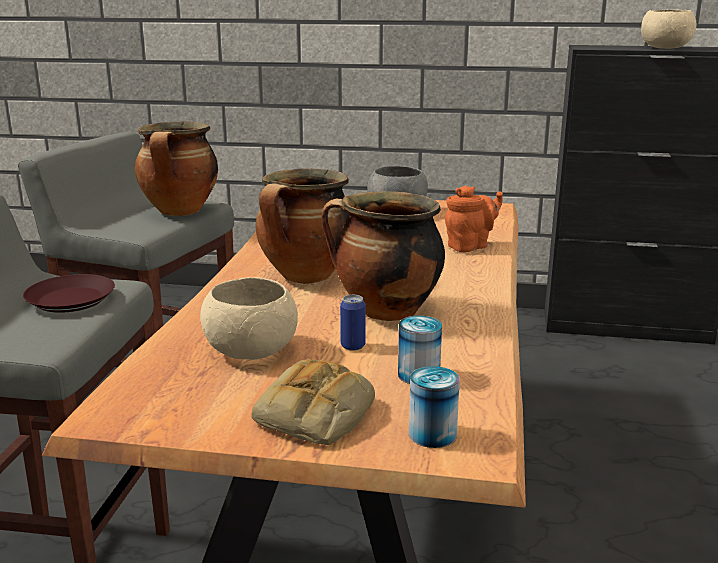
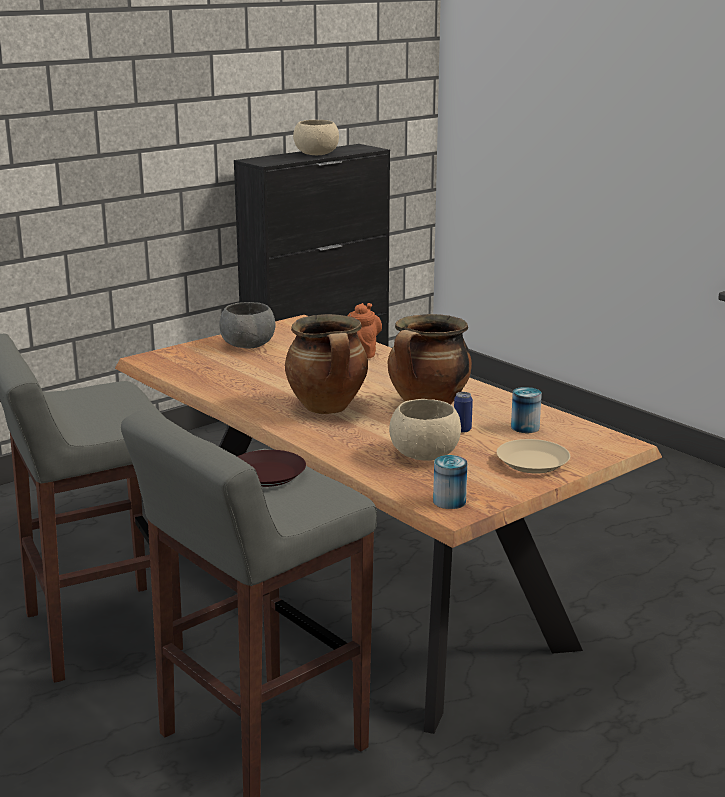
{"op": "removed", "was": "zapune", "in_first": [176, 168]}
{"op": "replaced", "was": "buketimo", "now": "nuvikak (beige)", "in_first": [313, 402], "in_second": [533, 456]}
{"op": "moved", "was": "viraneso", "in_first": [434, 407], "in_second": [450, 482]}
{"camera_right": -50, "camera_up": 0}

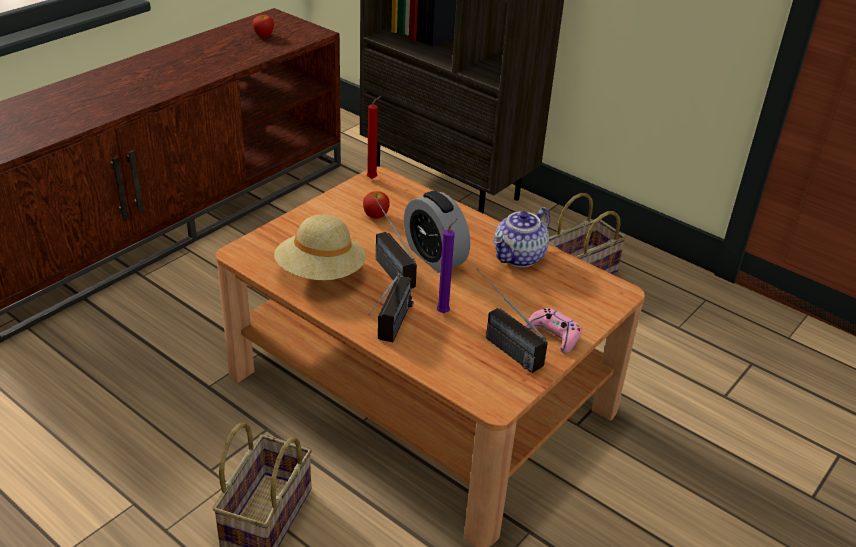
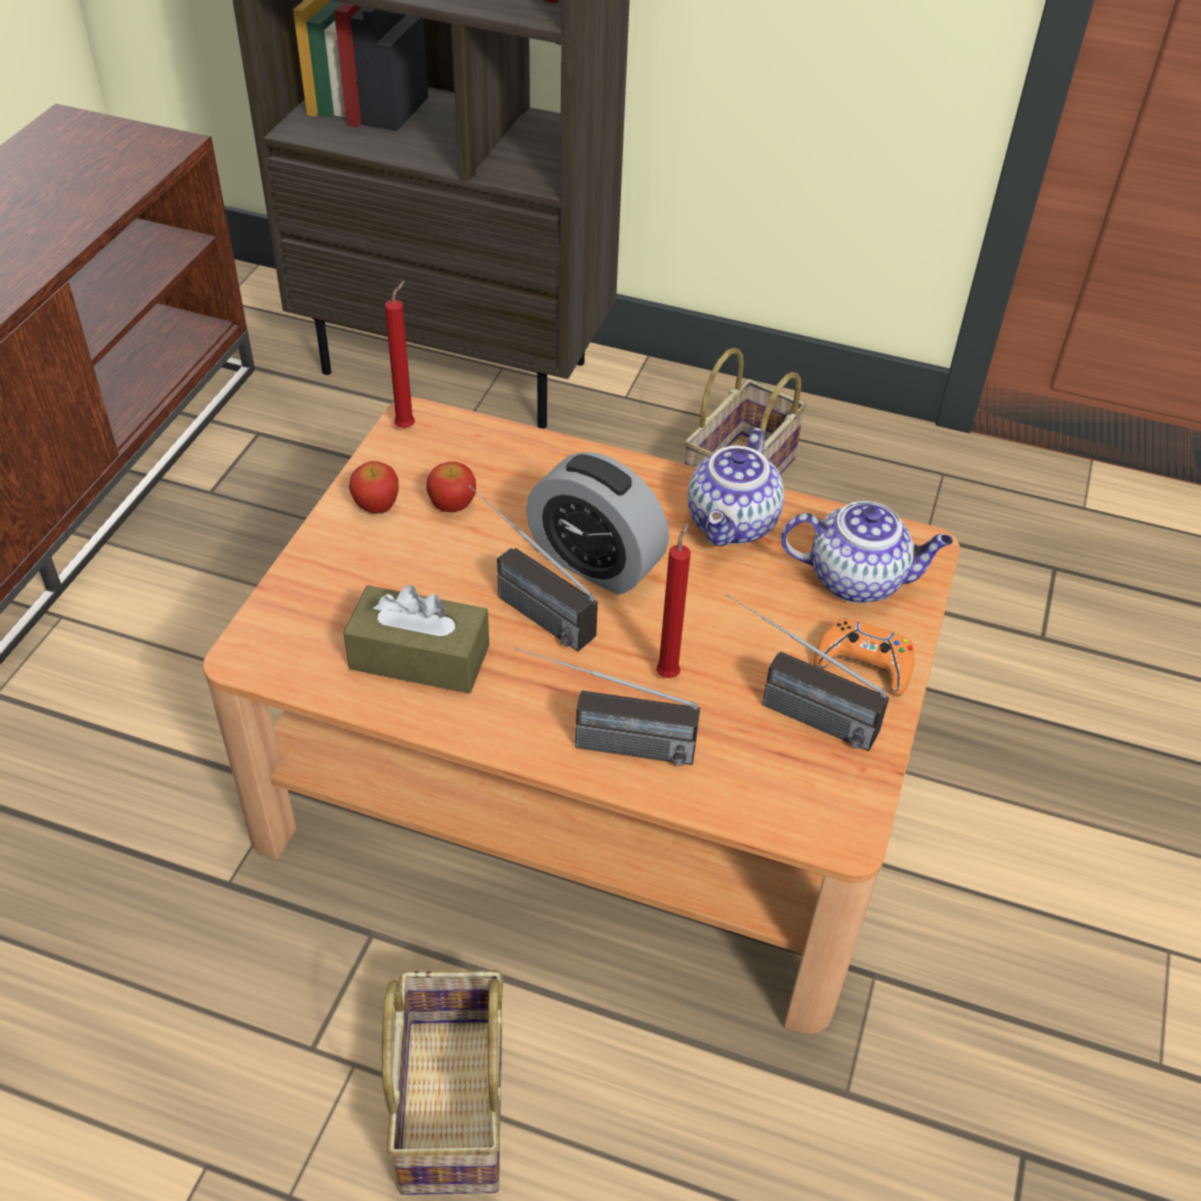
{"op": "moved", "was": "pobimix", "in_first": [263, 26], "in_second": [374, 487]}
{"op": "replaced", "was": "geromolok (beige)", "now": "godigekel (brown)", "in_first": [320, 247], "in_second": [416, 639]}
{"op": "recoloured", "was": "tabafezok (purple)", "now": "tabafezok (red)", "in_first": [447, 265], "in_second": [673, 600]}
{"op": "turned", "was": "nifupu", "in_first": [390, 309], "in_second": [607, 706], "clockwise": 105}
{"op": "recoloured", "was": "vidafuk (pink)", "now": "vidafuk (orange)", "in_first": [553, 330], "in_second": [863, 656]}
{"op": "added", "now": "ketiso", "in_second": [867, 552]}
{"camera_right": -20, "camera_up": 10}

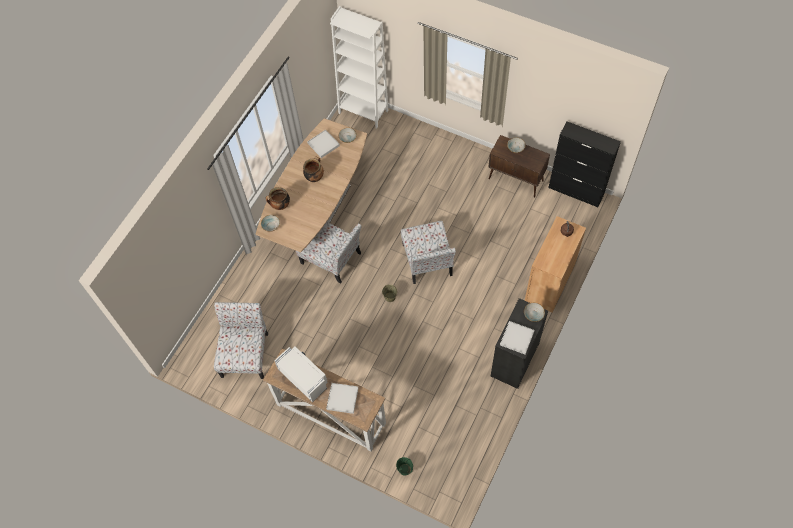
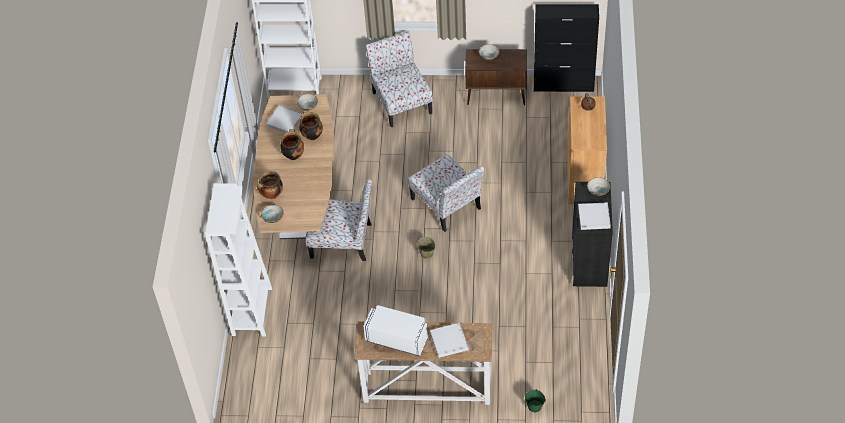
{"op": "moved", "was": "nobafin", "in_first": [241, 340], "in_second": [399, 79]}
{"op": "added", "now": "zapune", "in_second": [311, 125]}
{"op": "added", "now": "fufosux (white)", "in_second": [238, 260]}
{"camera_right": -25, "camera_up": -10}

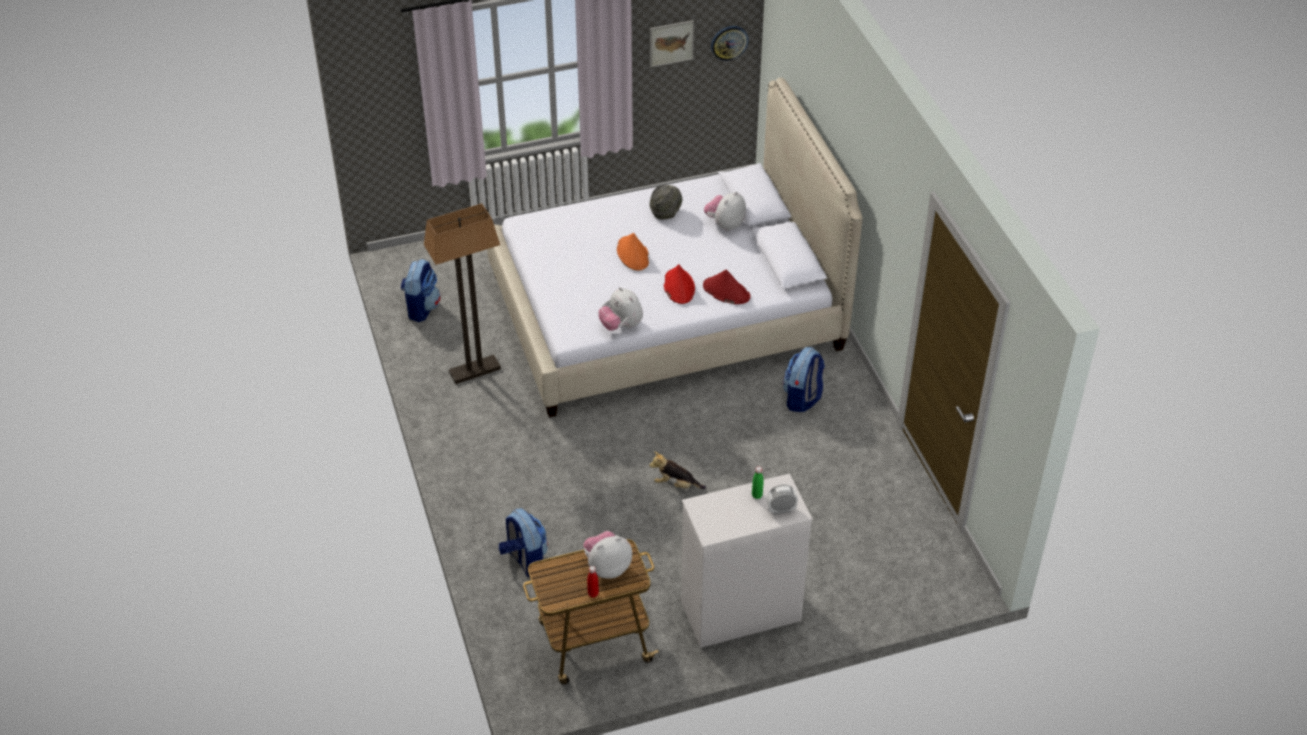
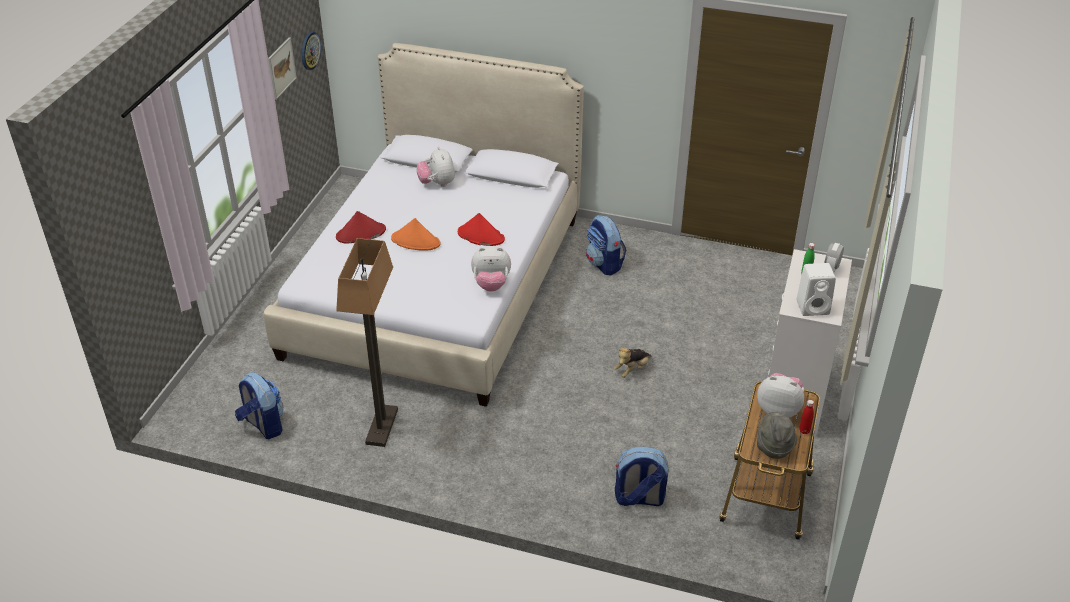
{"op": "moved", "was": "geromolok (grey)", "in_first": [665, 202], "in_second": [777, 435]}
{"op": "moved", "was": "geromolok (red)", "in_first": [726, 287], "in_second": [361, 227]}
{"op": "turned", "was": "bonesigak", "in_first": [607, 555], "in_second": [780, 395], "clockwise": 105}
{"op": "added", "now": "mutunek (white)", "in_second": [816, 289]}
{"camera_right": -55, "camera_up": -5}

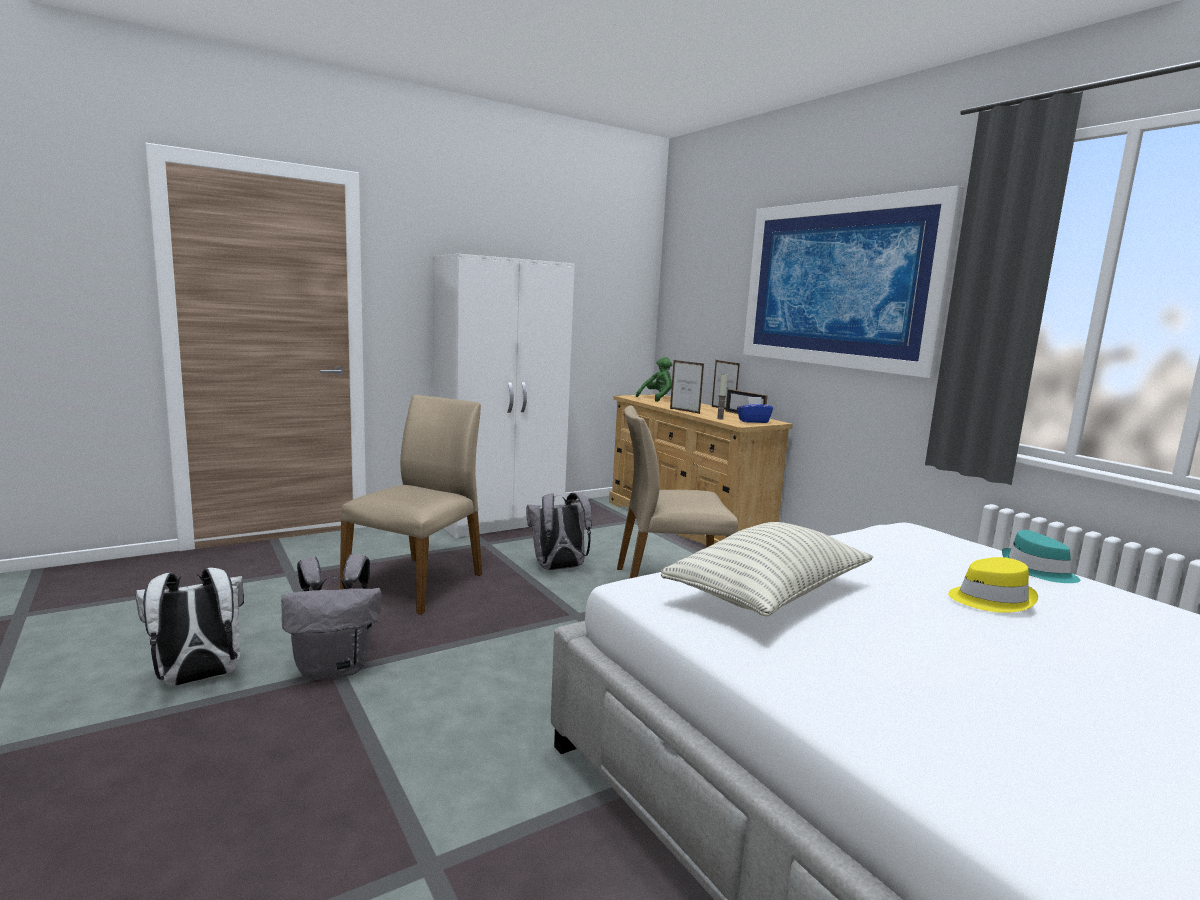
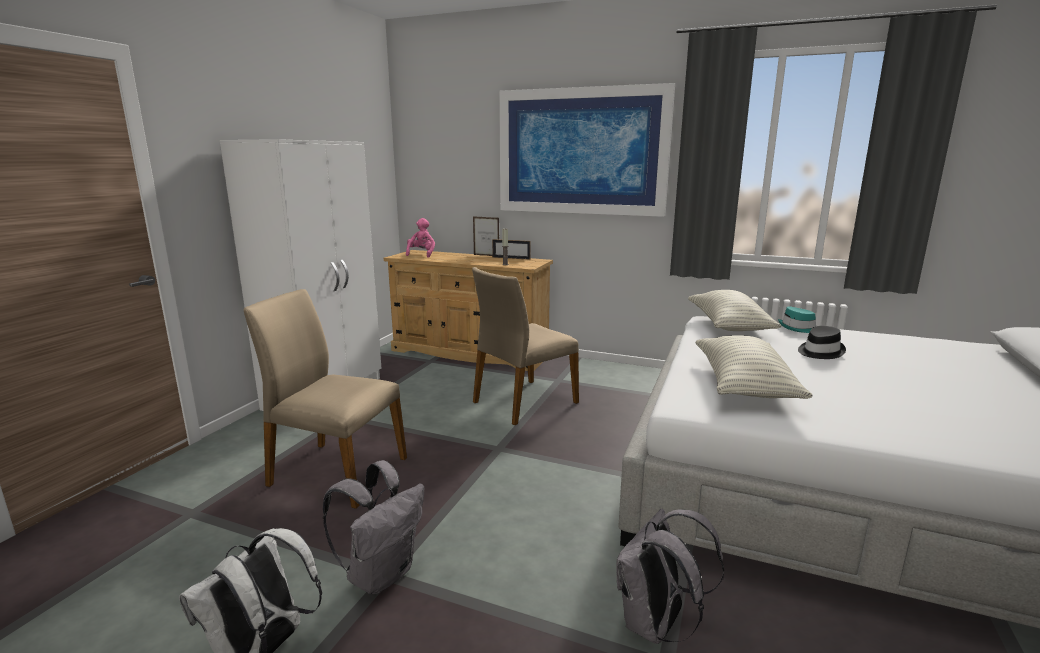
{"op": "recoloured", "was": "bonesigak (green)", "now": "bonesigak (pink)", "in_first": [654, 379], "in_second": [420, 238]}
{"op": "removed", "was": "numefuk", "in_first": [687, 387]}
{"op": "turned", "was": "nobafin (beige)", "in_first": [411, 505], "in_second": [325, 399], "clockwise": -60}
{"op": "removed", "was": "godigekel (blue)", "in_first": [755, 409]}
{"op": "moved", "was": "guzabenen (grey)", "in_first": [559, 531], "in_second": [670, 576]}
{"op": "recoloured", "was": "geromolok (yellow)", "now": "geromolok (black)", "in_first": [993, 585], "in_second": [822, 342]}
{"op": "added", "now": "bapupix", "in_second": [735, 310]}
{"camera_right": -35, "camera_up": 5}

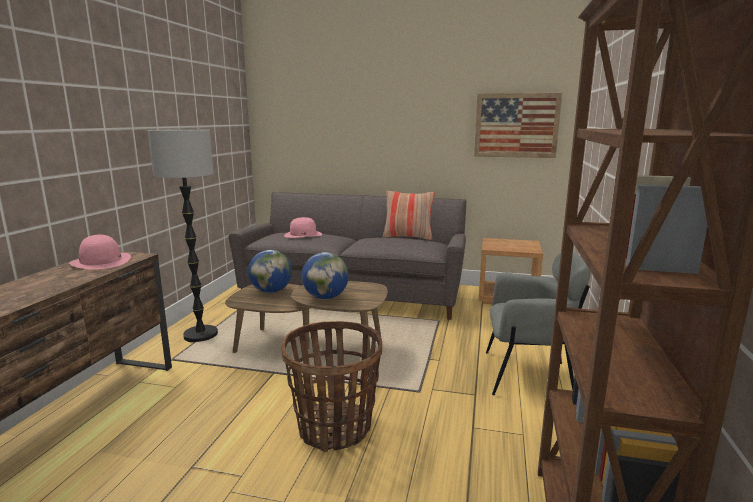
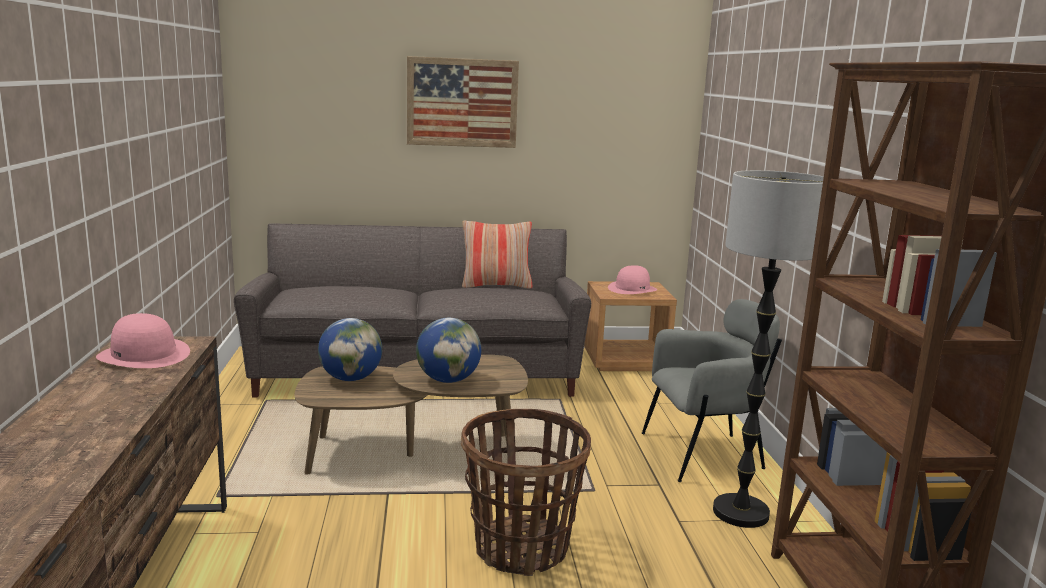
{"op": "moved", "was": "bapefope", "in_first": [518, 125], "in_second": [463, 102]}
{"op": "moved", "was": "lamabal", "in_first": [183, 236], "in_second": [768, 349]}
{"op": "moved", "was": "geromolok (pink)", "in_first": [303, 227], "in_second": [632, 279]}
{"camera_right": -20, "camera_up": 0}

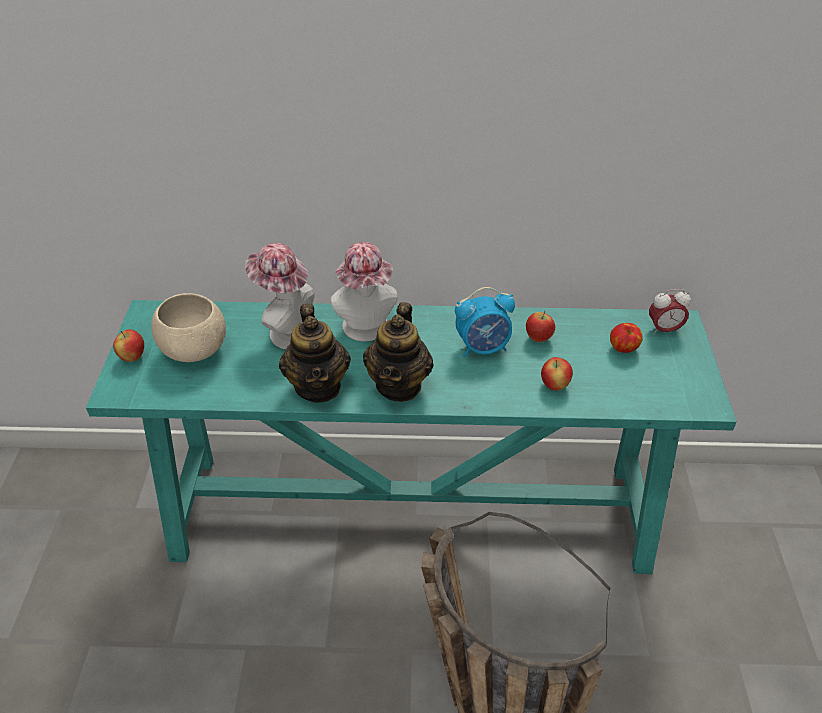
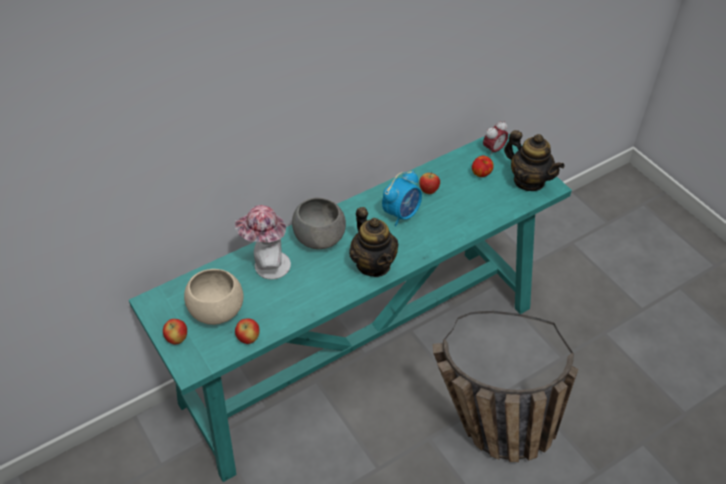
{"op": "replaced", "was": "geromolok", "now": "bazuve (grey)", "in_first": [364, 291], "in_second": [319, 223]}
{"op": "moved", "was": "ketiso", "in_first": [315, 353], "in_second": [534, 160]}
{"op": "moved", "was": "pobimix", "in_first": [557, 374], "in_second": [247, 331]}
{"camera_right": -35, "camera_up": 5}

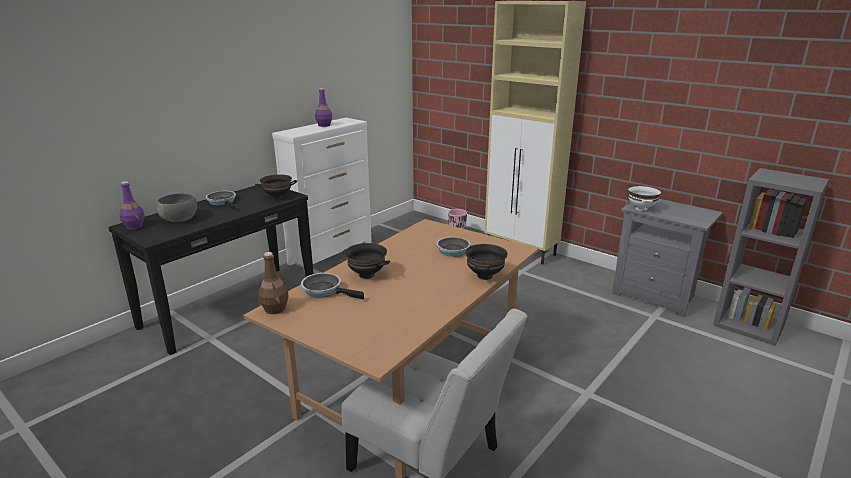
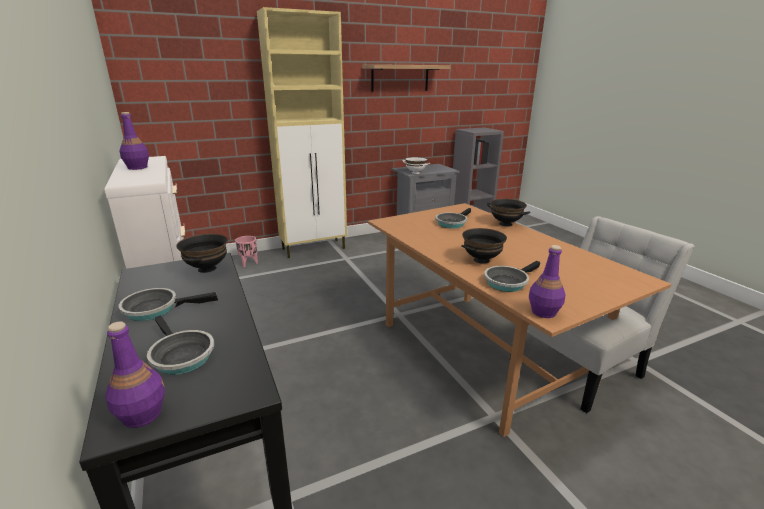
{"op": "replaced", "was": "bazuve (grey)", "now": "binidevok", "in_first": [176, 207], "in_second": [180, 345]}
{"op": "recoloured", "was": "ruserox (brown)", "now": "ruserox (purple)", "in_first": [273, 283], "in_second": [547, 281]}
{"op": "added", "now": "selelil", "in_second": [406, 78]}
{"camera_right": -65, "camera_up": 0}

